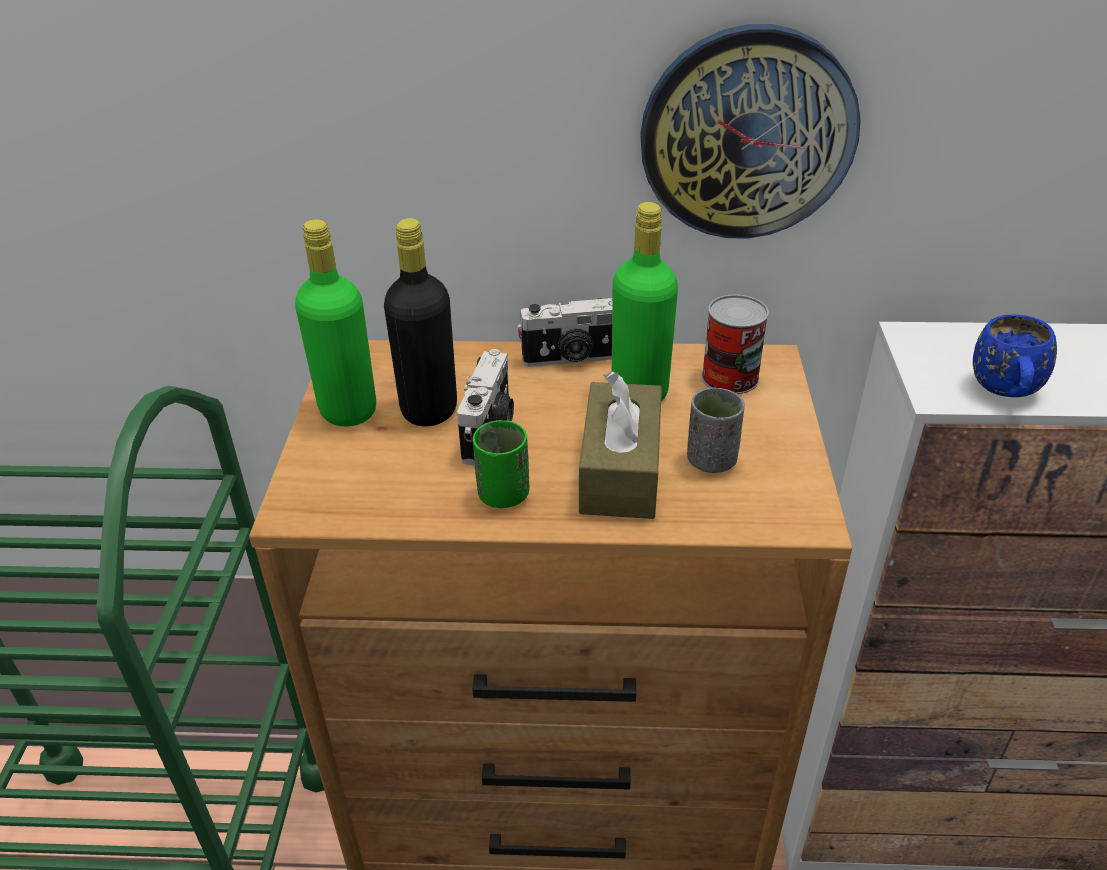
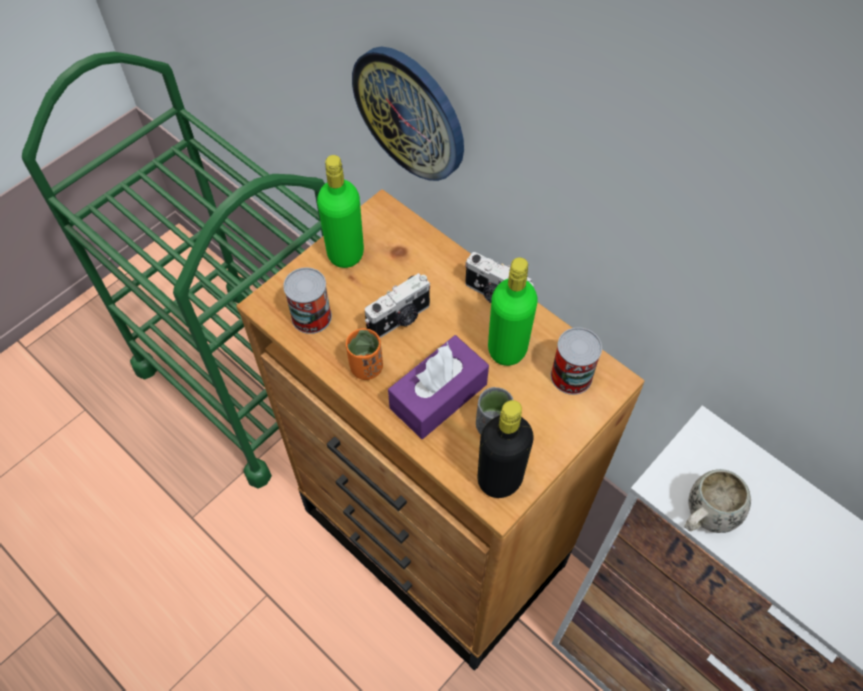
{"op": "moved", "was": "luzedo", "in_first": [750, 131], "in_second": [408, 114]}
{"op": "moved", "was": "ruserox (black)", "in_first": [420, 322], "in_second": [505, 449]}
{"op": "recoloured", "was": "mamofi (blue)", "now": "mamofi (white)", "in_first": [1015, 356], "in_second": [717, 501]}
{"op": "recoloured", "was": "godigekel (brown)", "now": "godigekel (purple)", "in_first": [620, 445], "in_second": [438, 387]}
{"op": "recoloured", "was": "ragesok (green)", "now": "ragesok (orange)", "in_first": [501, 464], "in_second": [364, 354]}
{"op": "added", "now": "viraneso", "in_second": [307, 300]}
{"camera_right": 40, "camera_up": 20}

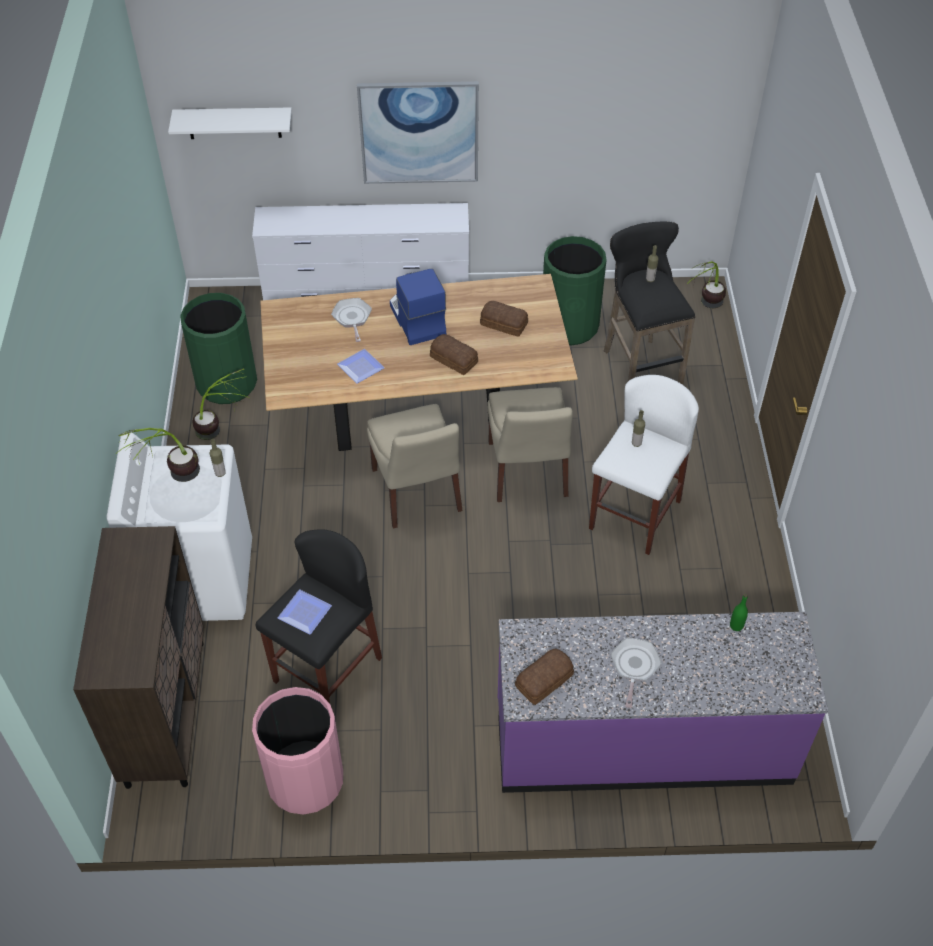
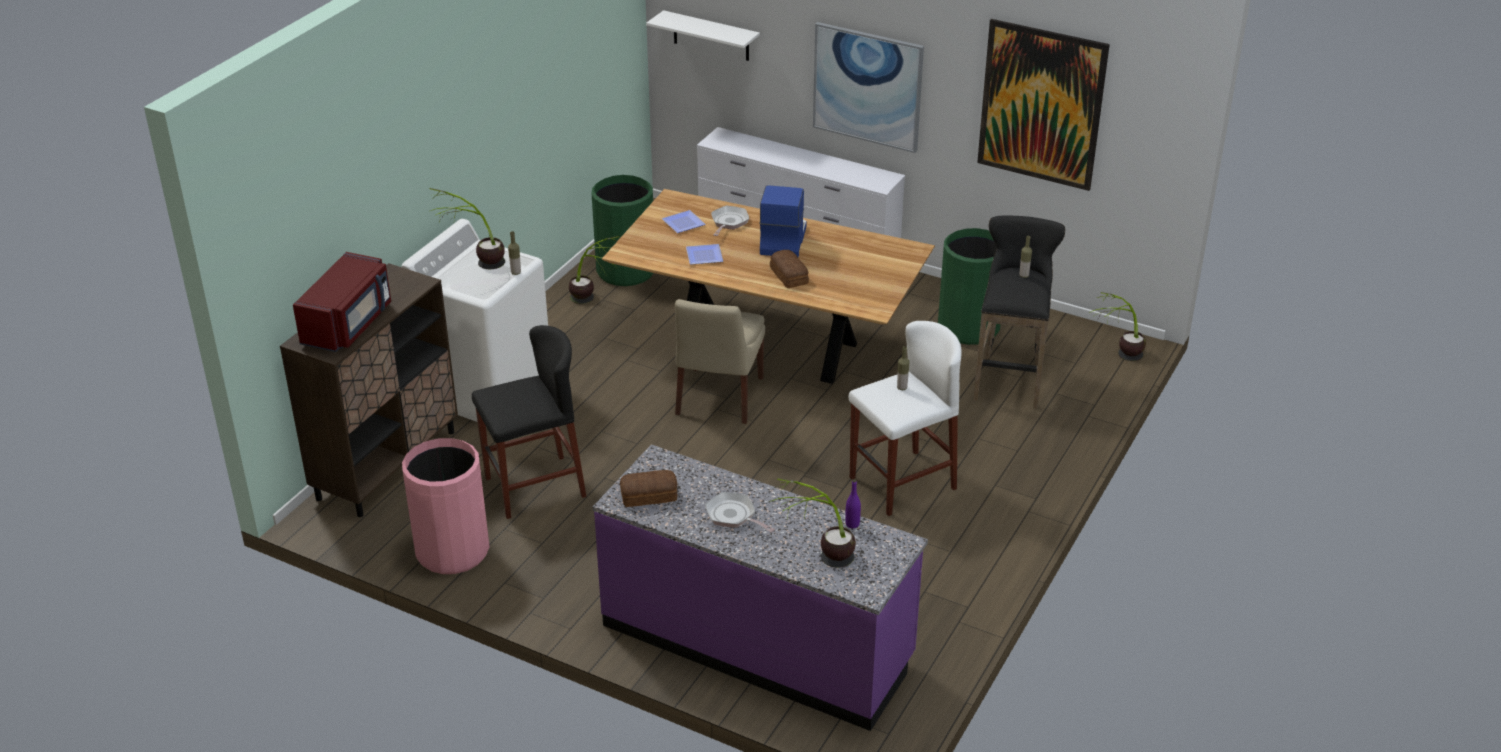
{"op": "removed", "was": "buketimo", "in_first": [504, 318]}
{"op": "removed", "was": "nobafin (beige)", "in_first": [530, 444]}
{"op": "moved", "was": "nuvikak", "in_first": [305, 612], "in_second": [684, 221]}
{"op": "recoloured", "was": "ruserox (green)", "now": "ruserox (purple)", "in_first": [739, 612], "in_second": [853, 503]}
{"op": "turned", "was": "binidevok", "in_first": [636, 673], "in_second": [740, 512], "clockwise": -90}
{"op": "added", "now": "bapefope", "in_second": [1043, 105]}
{"op": "added", "now": "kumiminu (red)", "in_second": [342, 302]}
{"op": "added", "now": "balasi", "in_second": [814, 523]}
{"camera_right": 30, "camera_up": -15}

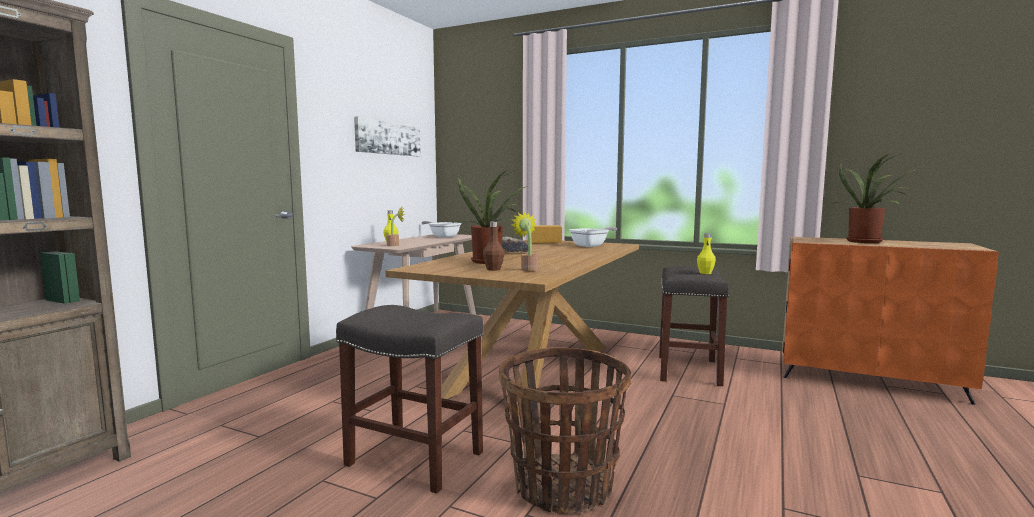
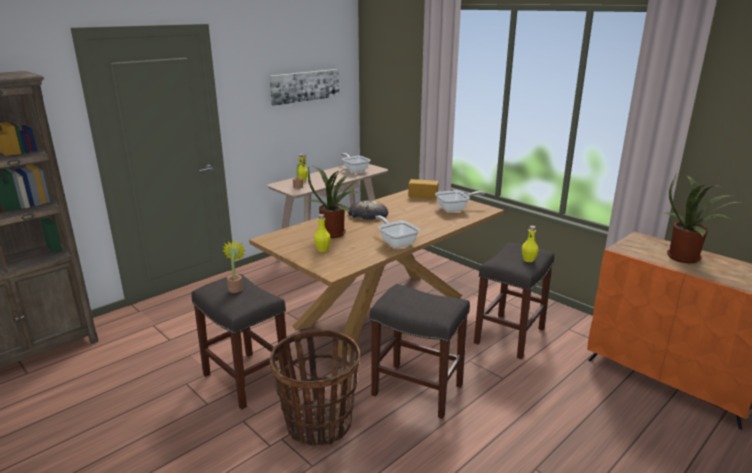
{"op": "moved", "was": "balasi", "in_first": [524, 242], "in_second": [234, 266]}
{"op": "recoloured", "was": "ruserox (brown)", "now": "ruserox (yellow)", "in_first": [493, 246], "in_second": [322, 233]}
{"op": "added", "now": "binidevok", "in_second": [397, 231]}
{"op": "added", "now": "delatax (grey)", "in_second": [420, 351]}
{"camera_right": 20, "camera_up": 15}

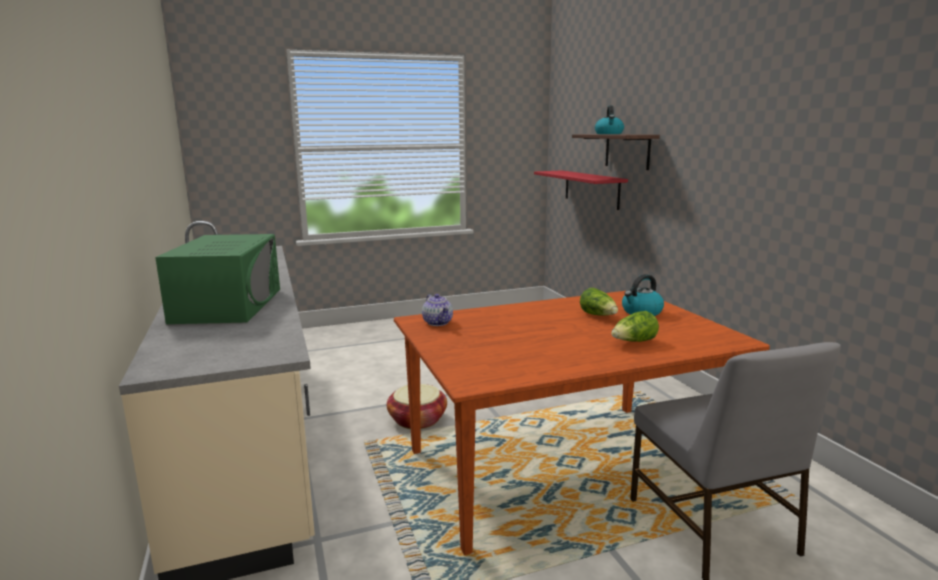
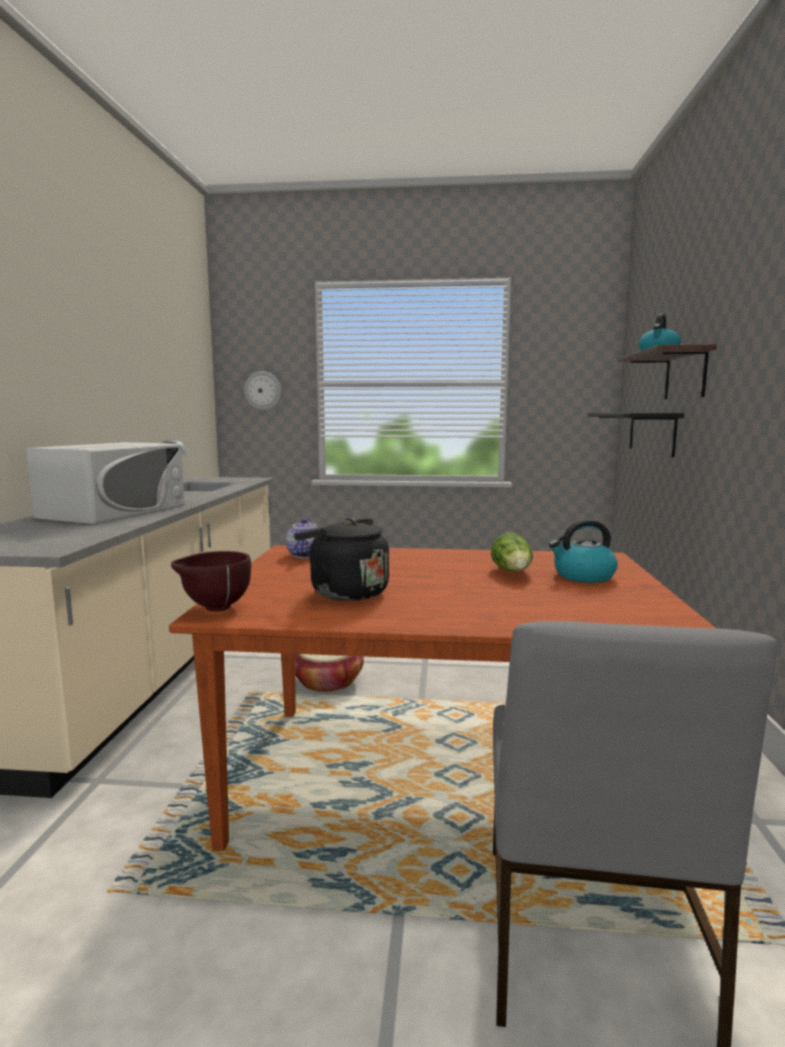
{"op": "recoloured", "was": "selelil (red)", "now": "selelil (black)", "in_first": [581, 190], "in_second": [635, 435]}
{"op": "recoloured", "was": "kumiminu (green)", "now": "kumiminu (white)", "in_first": [217, 279], "in_second": [105, 483]}
{"op": "removed", "was": "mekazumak", "in_first": [635, 326]}
{"op": "added", "now": "luzedo", "in_second": [263, 390]}
{"op": "added", "now": "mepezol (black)", "in_second": [341, 559]}
{"op": "added", "now": "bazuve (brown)", "in_second": [211, 581]}
{"camera_right": 25, "camera_up": -5}

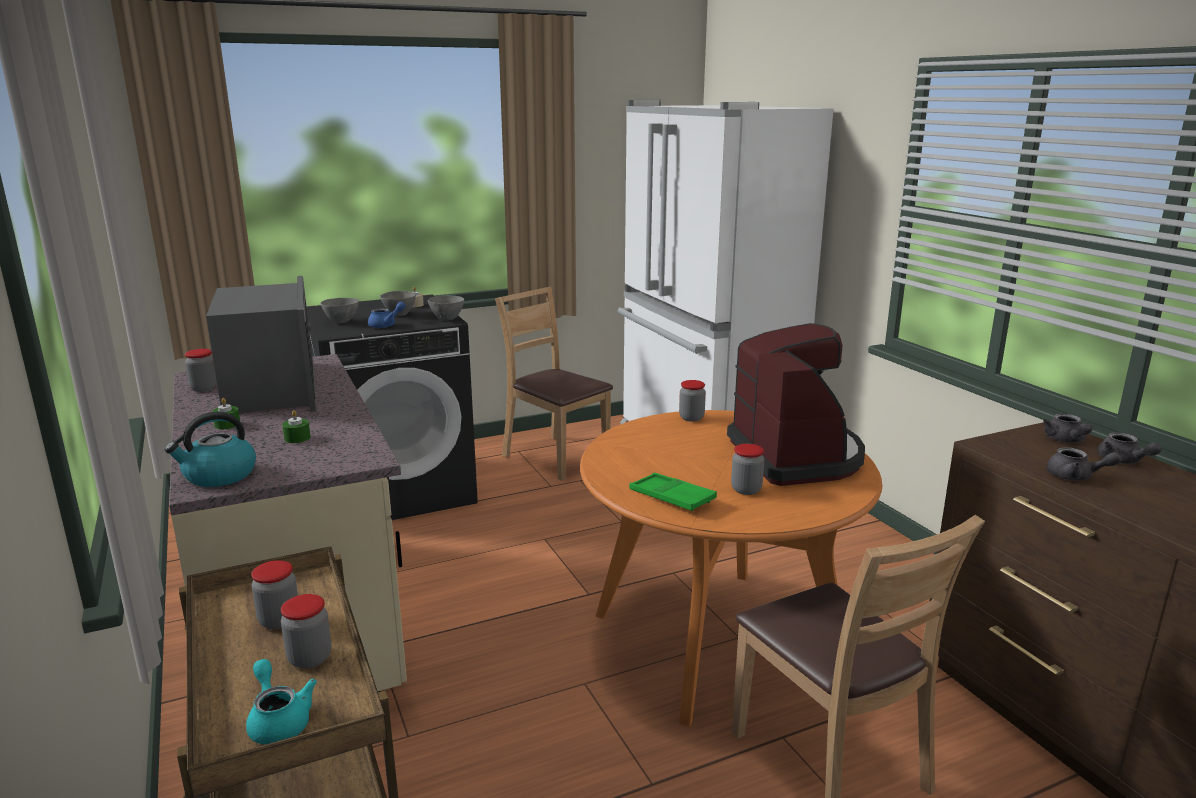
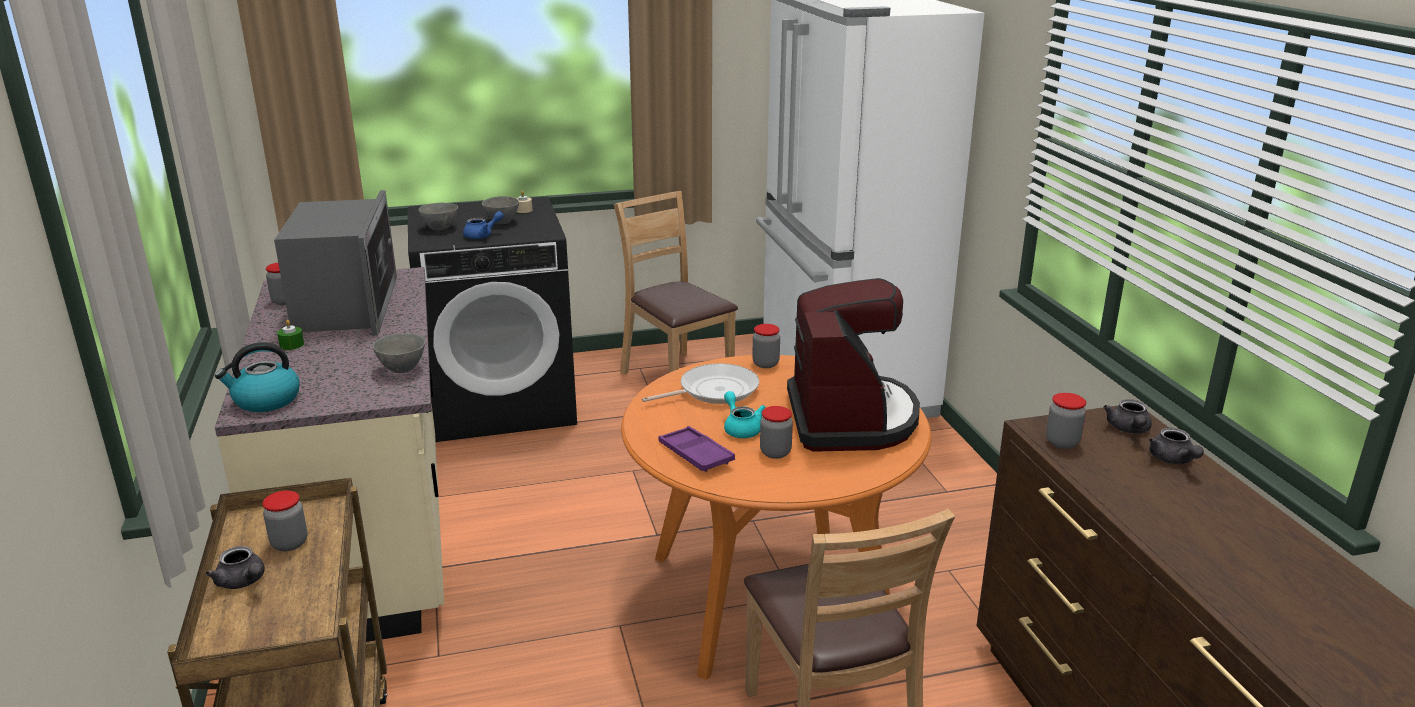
{"op": "moved", "was": "bazuve (grey)", "in_first": [446, 307], "in_second": [398, 353]}
{"op": "removed", "was": "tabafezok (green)", "in_first": [296, 426]}
{"op": "moved", "was": "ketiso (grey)", "in_first": [1084, 464], "in_second": [235, 567]}
{"op": "recoloured", "was": "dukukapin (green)", "now": "dukukapin (purple)", "in_first": [673, 492], "in_second": [696, 449]}
{"op": "moved", "was": "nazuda", "in_first": [306, 631], "in_second": [1066, 421]}
{"op": "moved", "was": "ketiso (turquoise)", "in_first": [281, 702], "in_second": [744, 414]}
{"op": "added", "now": "binidevok", "in_second": [700, 383]}
{"camera_right": 10, "camera_up": 5}

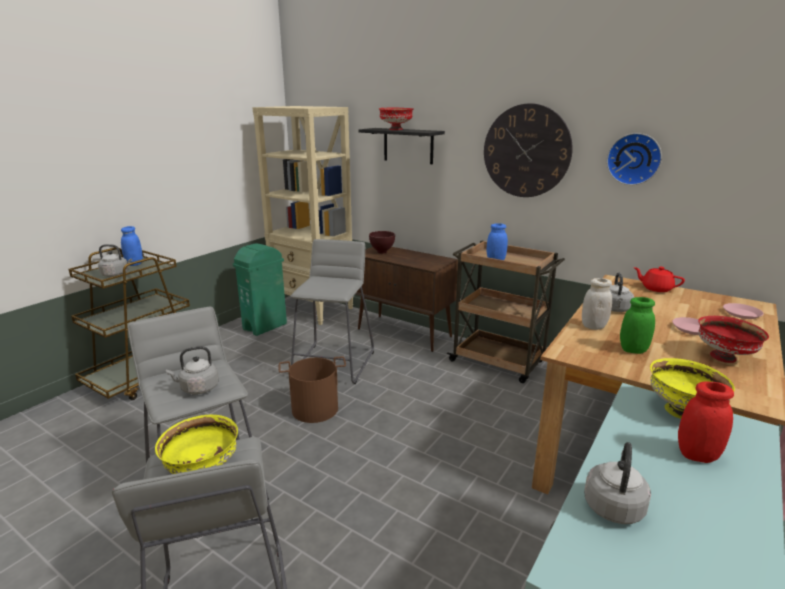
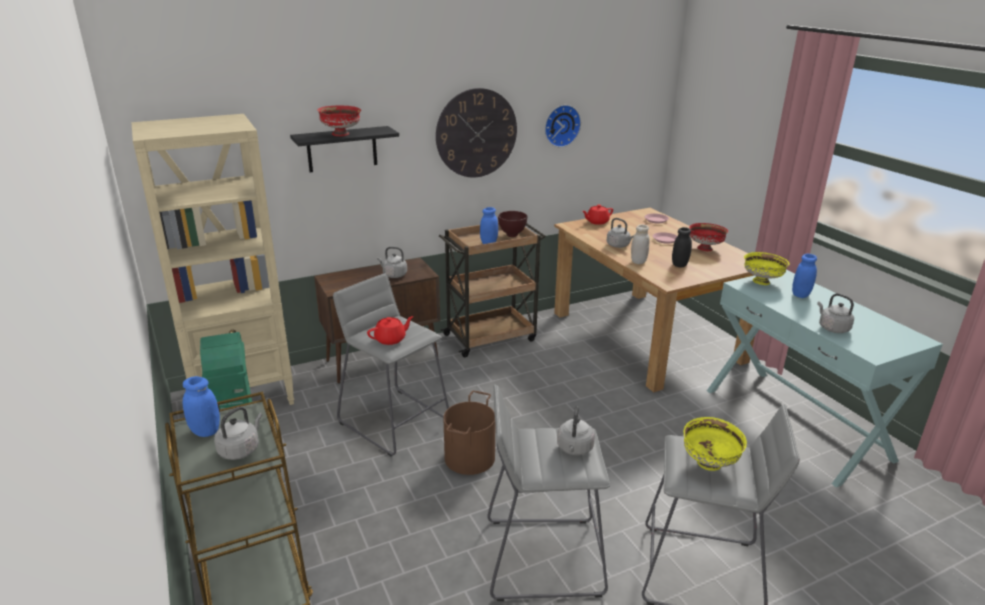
{"op": "moved", "was": "bazuve (brown)", "in_first": [382, 242], "in_second": [512, 224]}
{"op": "recoloured", "was": "nazuda (green)", "now": "nazuda (black)", "in_first": [637, 325], "in_second": [682, 247]}
{"op": "recoloured", "was": "nazuda (red)", "now": "nazuda (blue)", "in_first": [706, 422], "in_second": [804, 276]}
{"op": "added", "now": "mepezol (grey)", "in_second": [392, 262]}
{"op": "added", "now": "ketiso (red)", "in_second": [390, 330]}
{"camera_right": -60, "camera_up": 5}

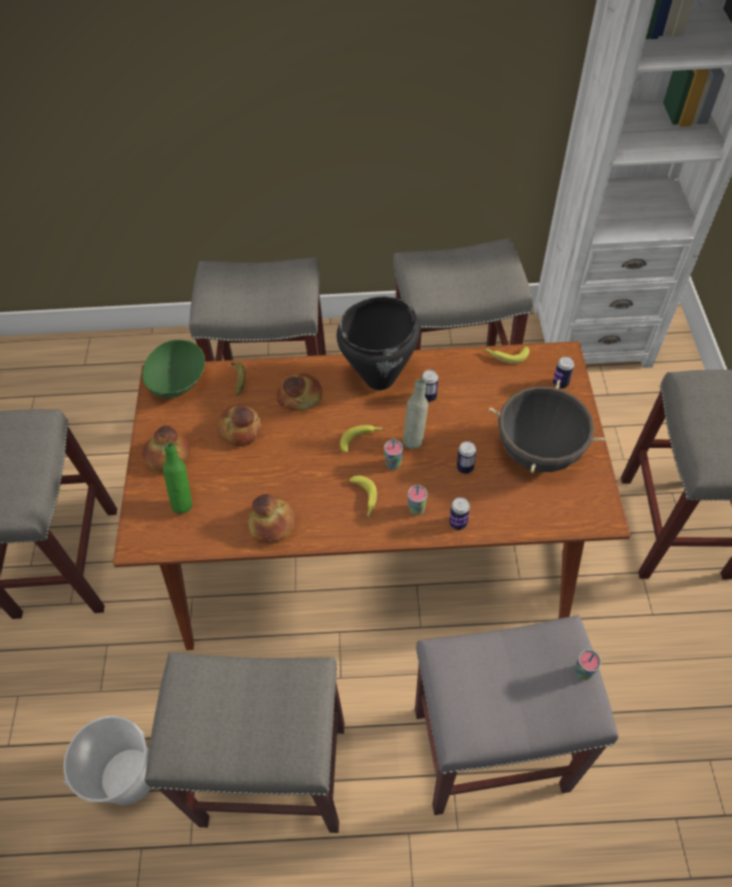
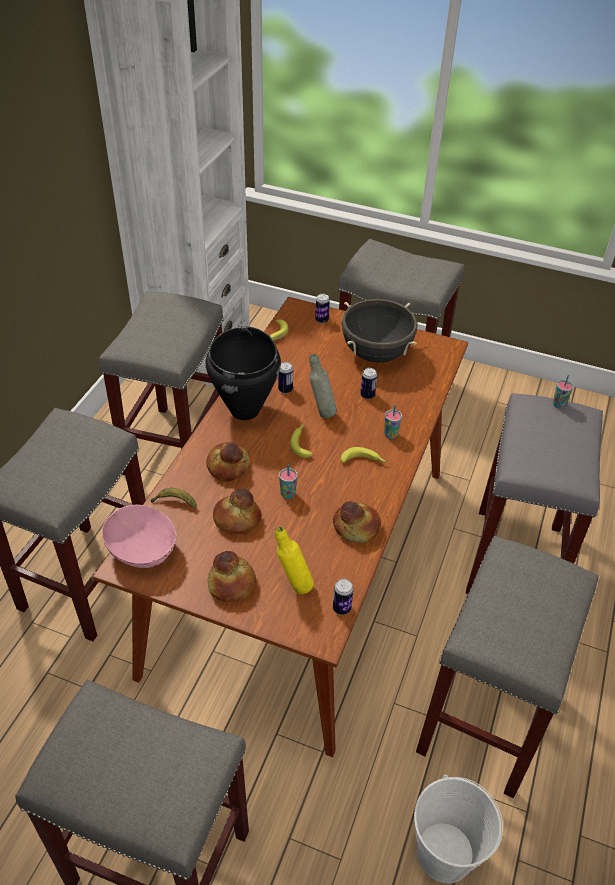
{"op": "recoloured", "was": "bazuve (green)", "now": "bazuve (pink)", "in_first": [173, 369], "in_second": [139, 536]}
{"op": "moved", "was": "ragesok", "in_first": [393, 454], "in_second": [288, 481]}
{"op": "recoloured", "was": "ruserox (green)", "now": "ruserox (yellow)", "in_first": [177, 478], "in_second": [294, 560]}
{"op": "moved", "was": "viraneso", "in_first": [459, 513], "in_second": [343, 597]}
{"camera_right": -70, "camera_up": -10}

